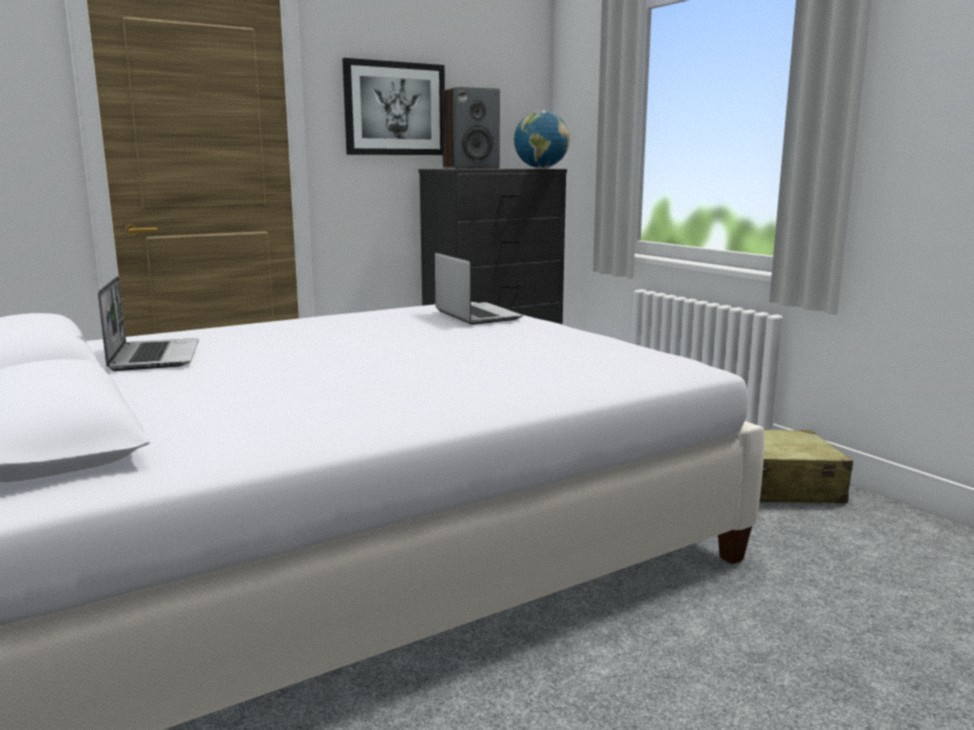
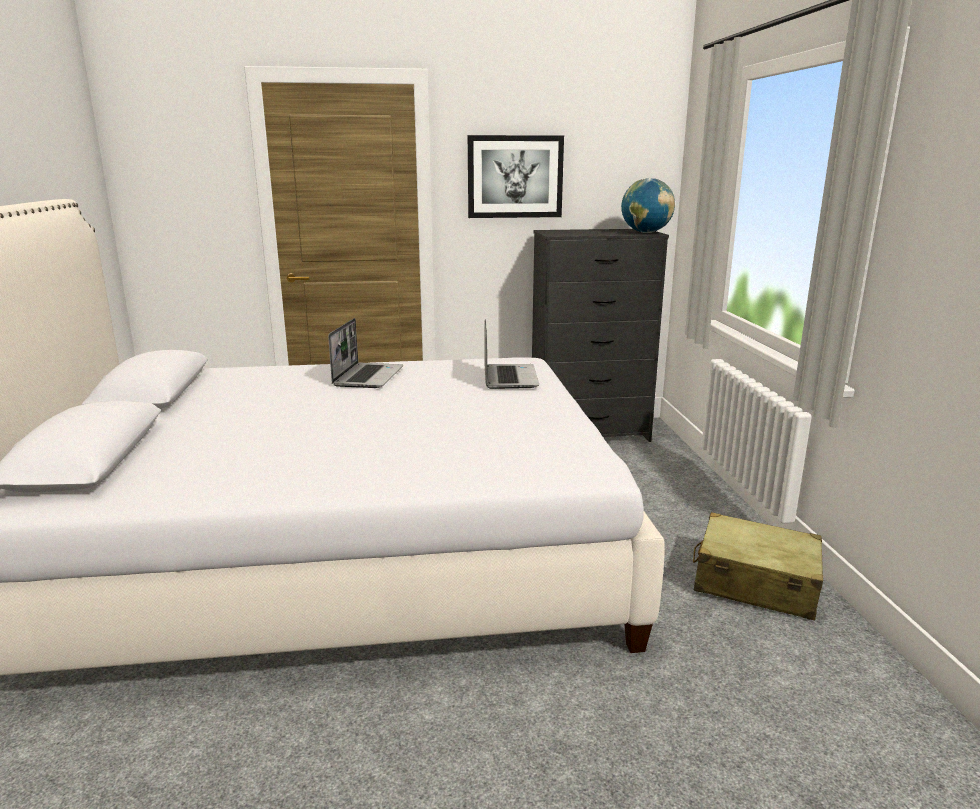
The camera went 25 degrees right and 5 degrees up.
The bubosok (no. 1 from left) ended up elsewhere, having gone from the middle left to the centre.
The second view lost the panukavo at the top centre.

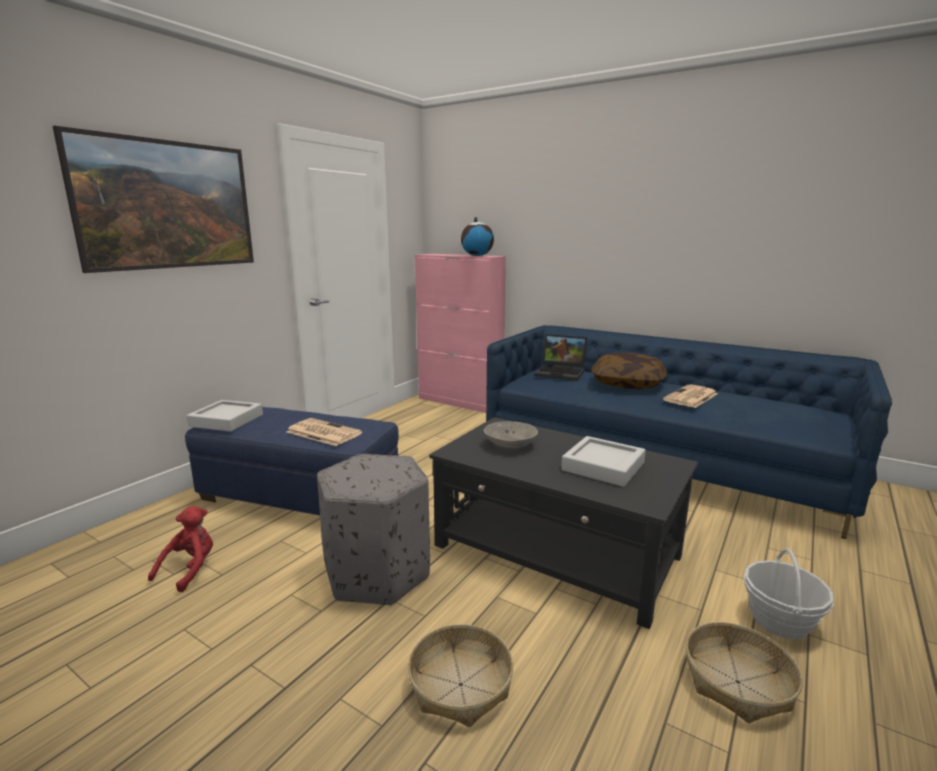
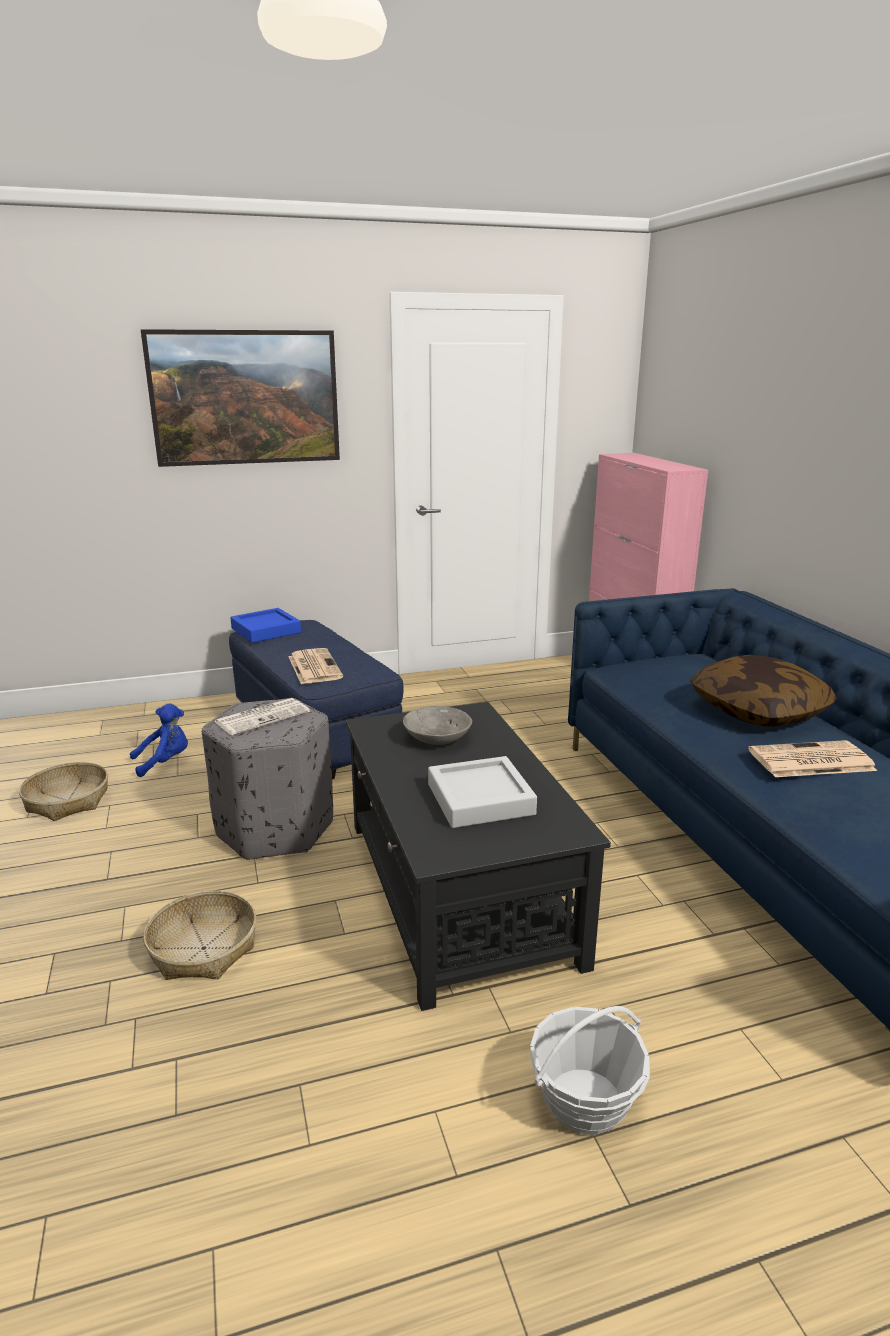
The camera went 40 degrees right and 5 degrees up.
The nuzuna (no. 2 from left in the first image) ended up elsewhere, having gone from the bottom right to the middle left.
What was the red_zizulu at the bottom left turned into the blue_zizulu at the middle left.
The second view gained the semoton (no. 1 from left) at the middle left.
What was the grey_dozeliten (no. 1 from left) at the middle left turned into the blue_dozeliten at the middle left.
The second view lost the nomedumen at the top centre.
The second view lost the bubosok at the centre.

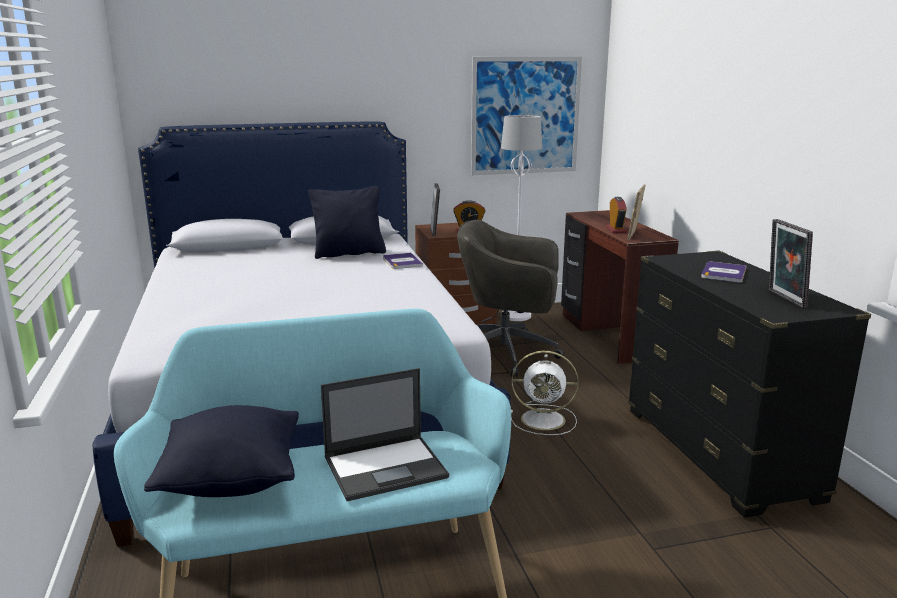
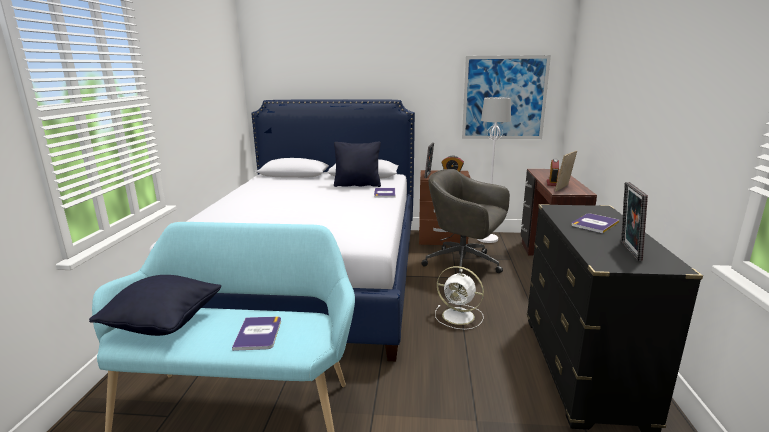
The camera went 20 degrees right and 0 degrees up.
Where the bubosok stood at the bottom centre, the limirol (no. 1 from left) came to stand at the bottom left.

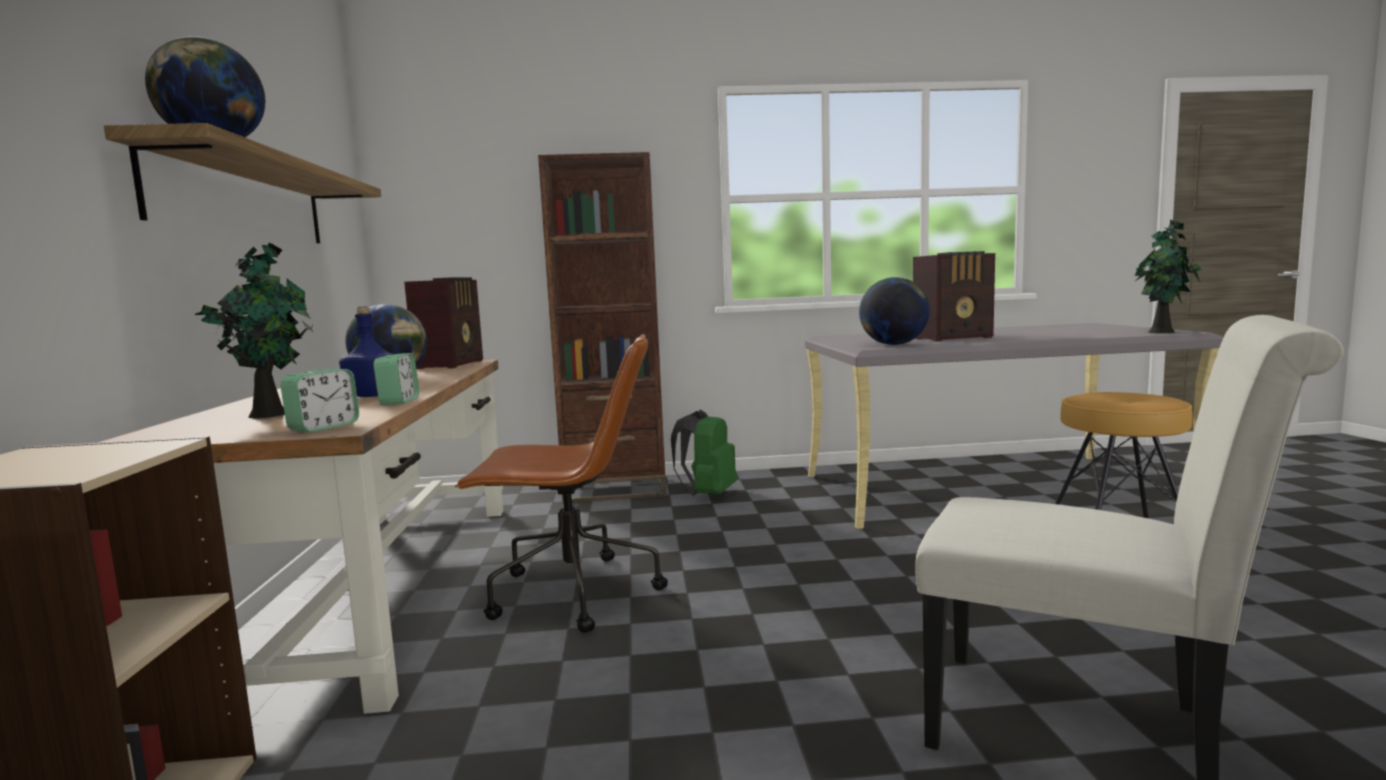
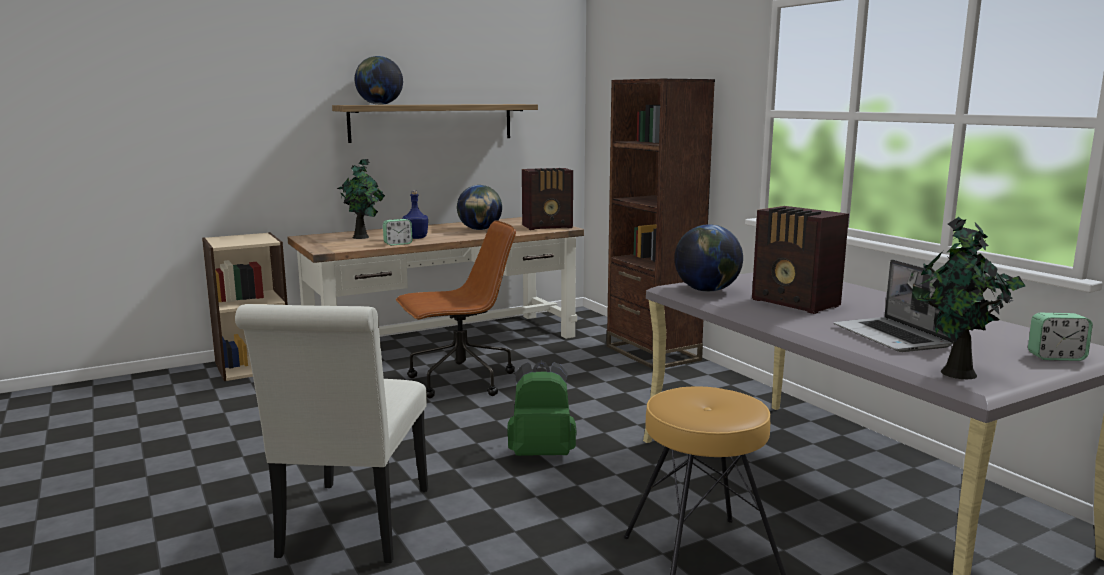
The camera went 65 degrees right and 5 degrees up.
The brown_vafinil at the centre ended up facing another way, 90 degrees counterclockwise from before.
The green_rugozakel ended up elsewhere, having gone from the centre to the bottom centre.
The second view gained the bubosok at the middle right.
The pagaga (no. 1 from left in the first image) ended up elsewhere, having gone from the middle left to the middle right.

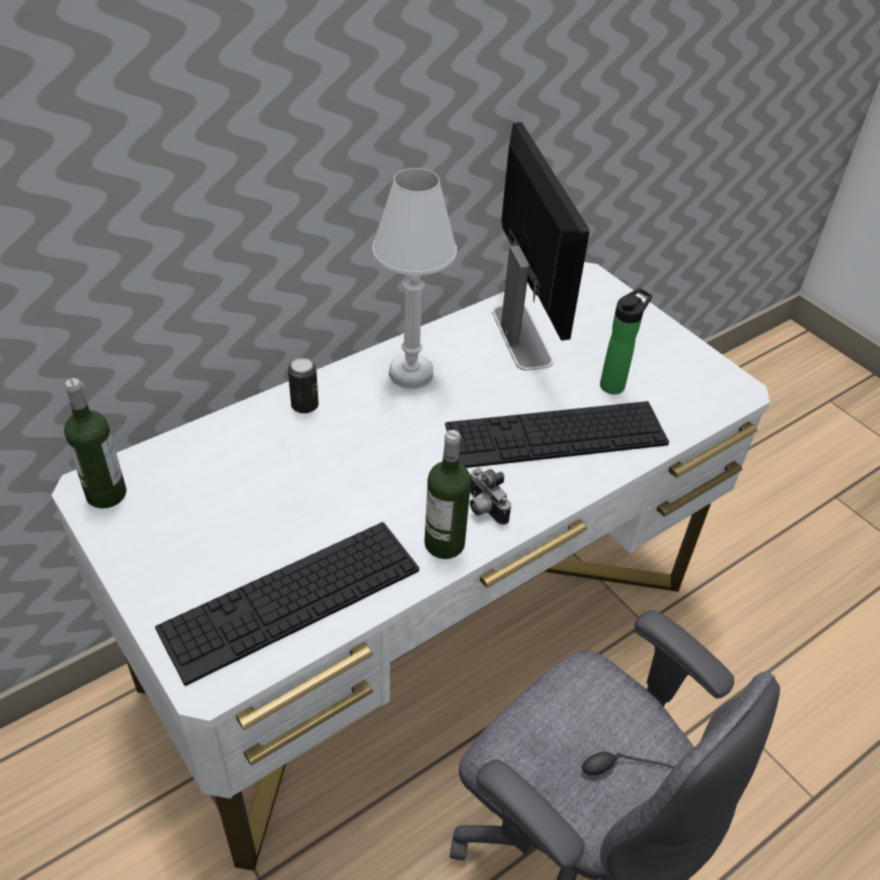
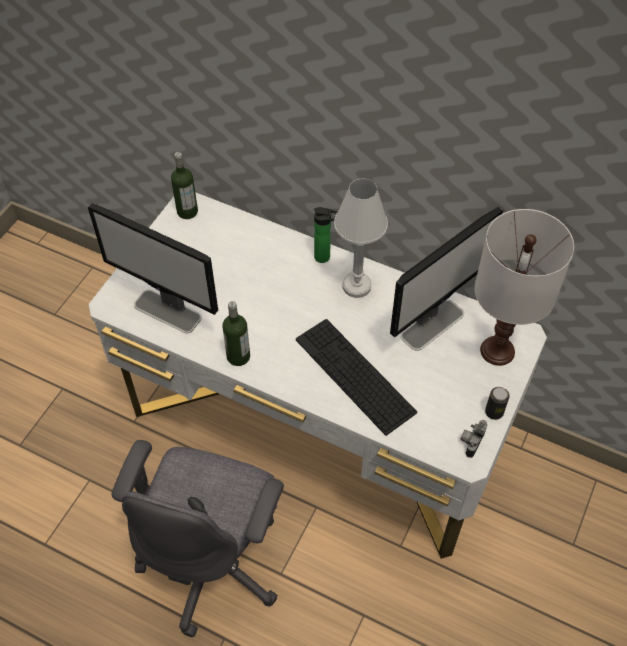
The camera went 65 degrees right and 10 degrees up.
Where the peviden (no. 1 from left) stood at the bottom left, the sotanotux (no. 1 from left) came to stand at the middle left.
The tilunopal (no. 3 from left) ended up elsewhere, having gone from the middle right to the centre.
The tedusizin ended up elsewhere, having gone from the centre to the bottom right.
The second view gained the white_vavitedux (no. 2 from left) at the middle right.
The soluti ended up elsewhere, having gone from the centre to the middle right.

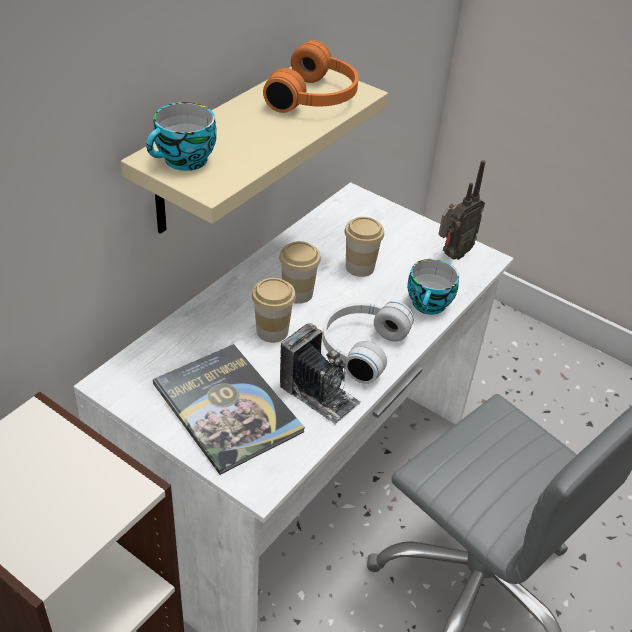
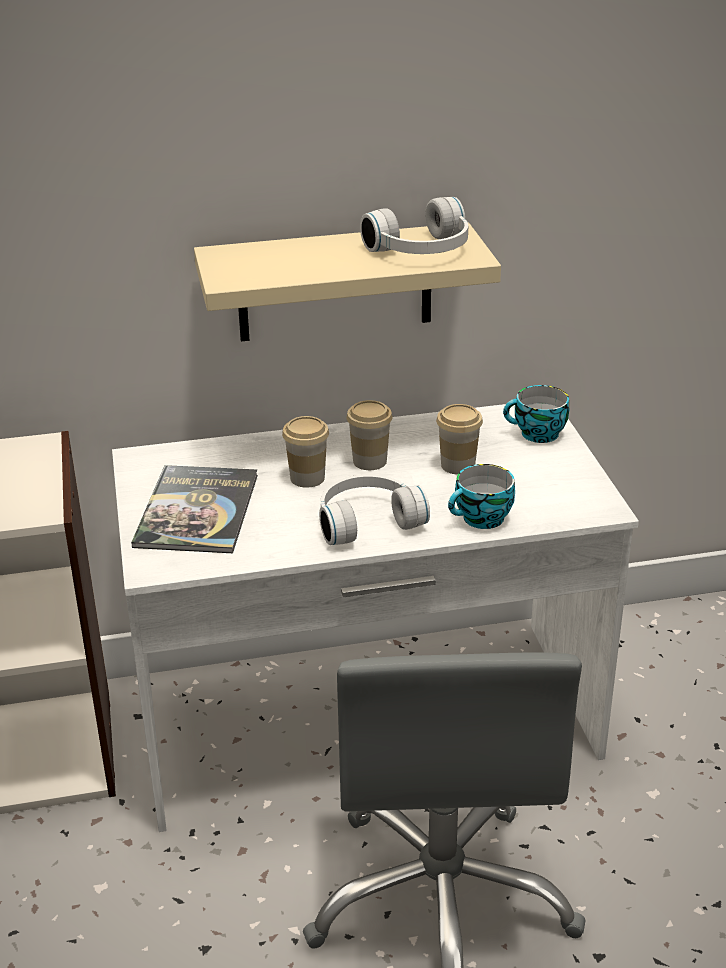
The camera went 45 degrees right and 10 degrees down.
What was the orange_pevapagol at the top centre turned into the white_pevapagol (no. 2 from left) at the top centre.
The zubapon (no. 1 from left in the first image) ended up elsewhere, having gone from the top left to the middle right.
The second view lost the tedusizin at the centre.
The second view lost the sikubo at the top right.

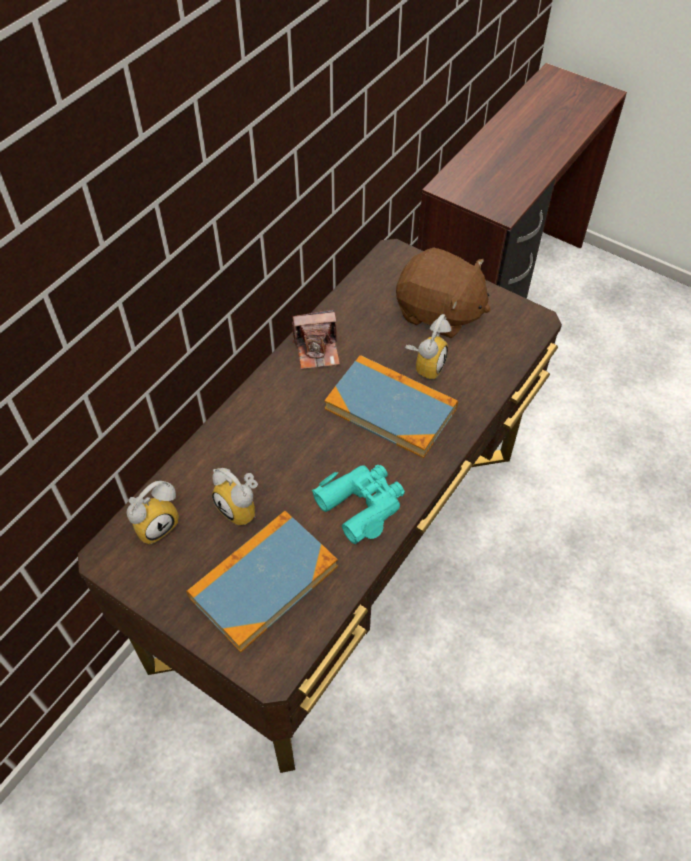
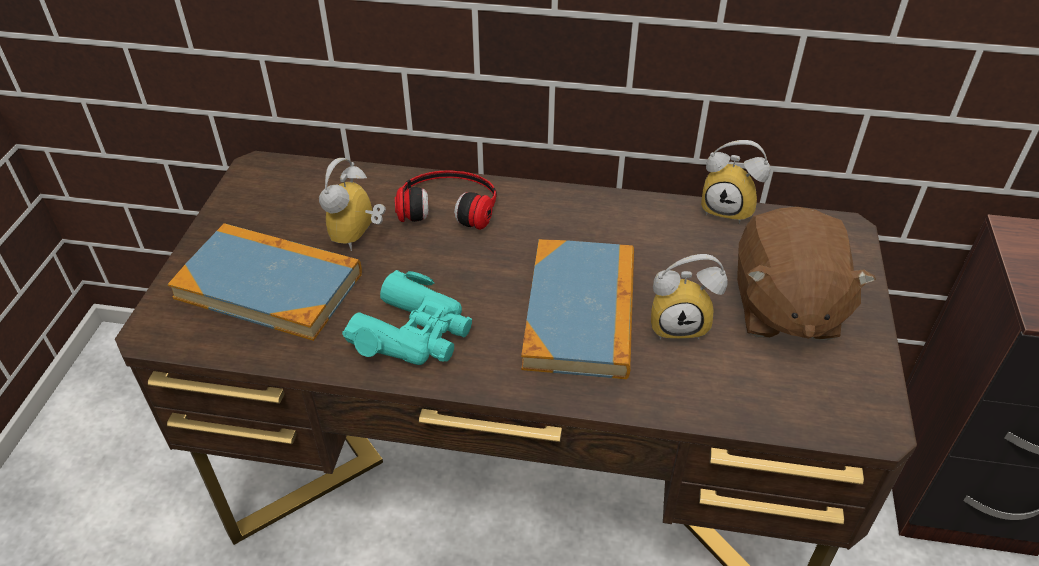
The camera went 65 degrees right and 10 degrees down.
The second view gained the pevapagol at the centre.
The pagaga (no. 1 from left in the first image) ended up elsewhere, having gone from the middle left to the top right.
The second view lost the tedusizin at the centre.

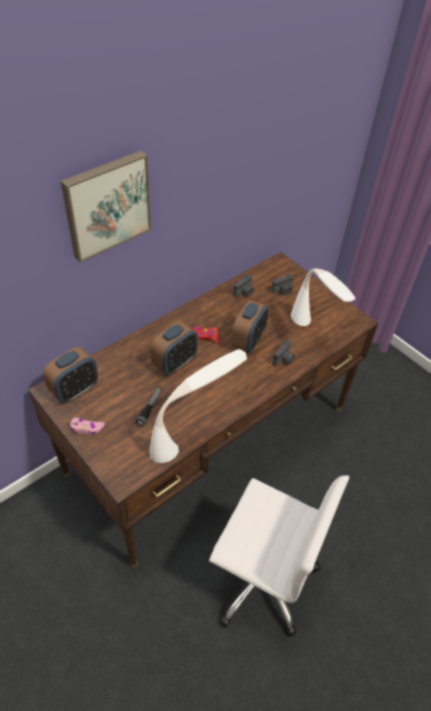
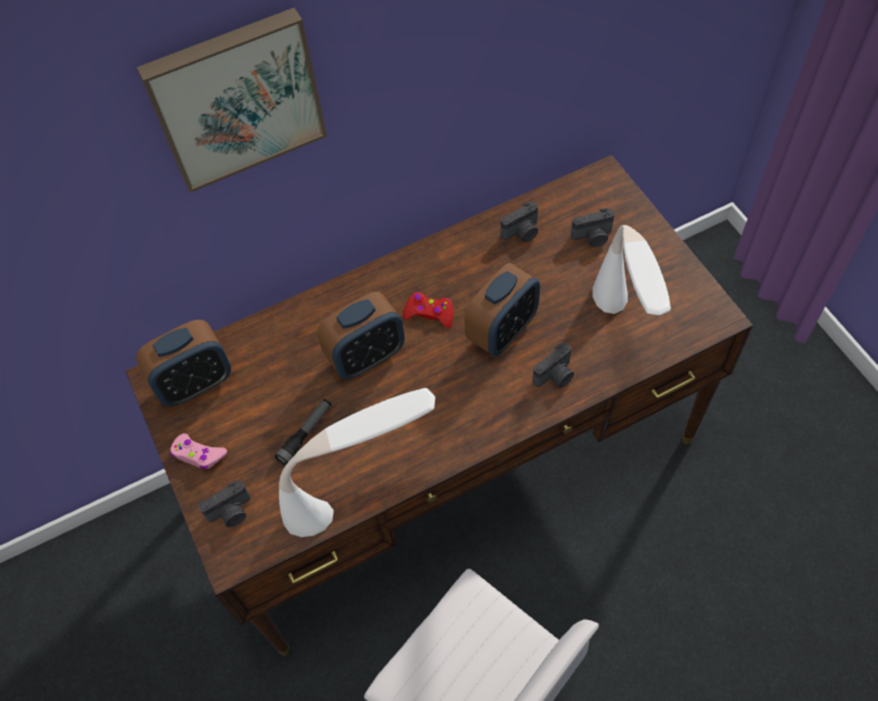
The camera went 20 degrees right and 10 degrees up.
The second view gained the tedusizin (no. 1 from left) at the bottom left.

